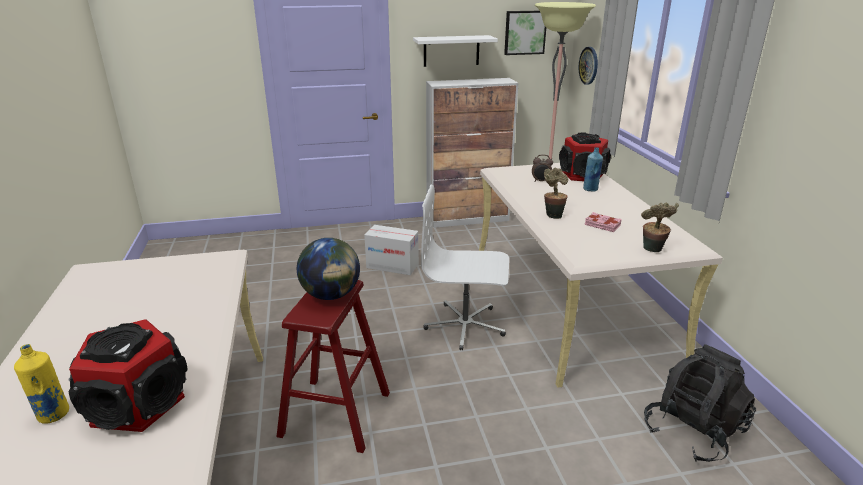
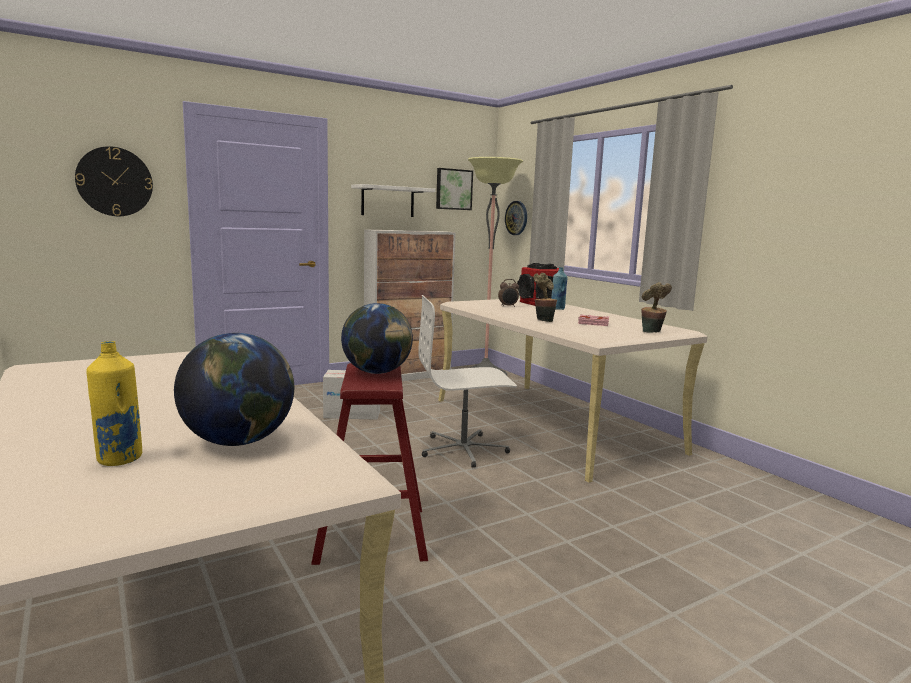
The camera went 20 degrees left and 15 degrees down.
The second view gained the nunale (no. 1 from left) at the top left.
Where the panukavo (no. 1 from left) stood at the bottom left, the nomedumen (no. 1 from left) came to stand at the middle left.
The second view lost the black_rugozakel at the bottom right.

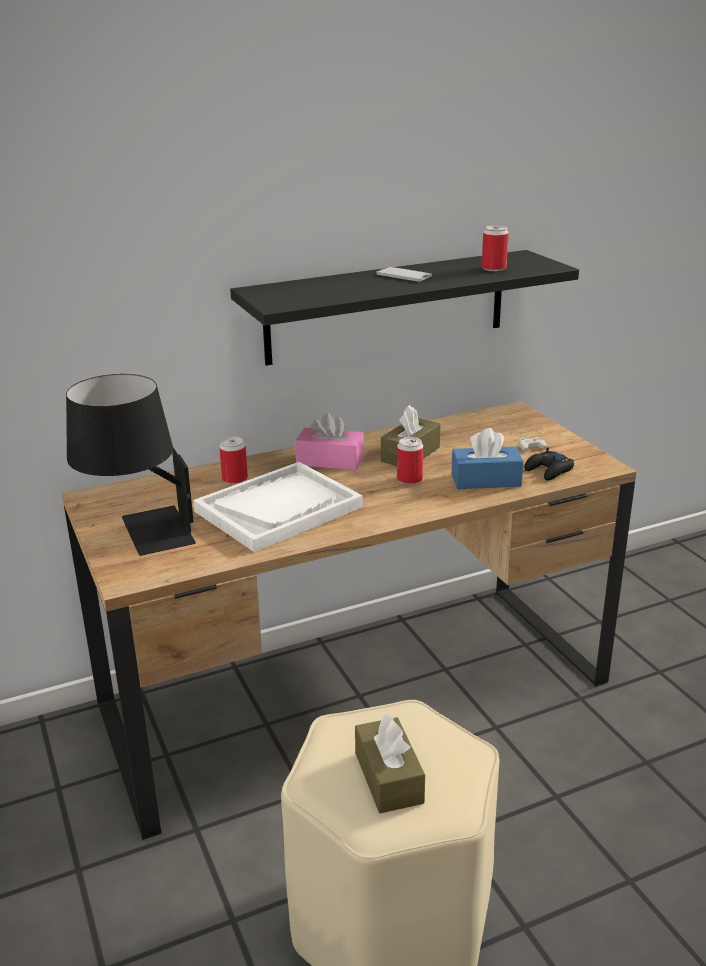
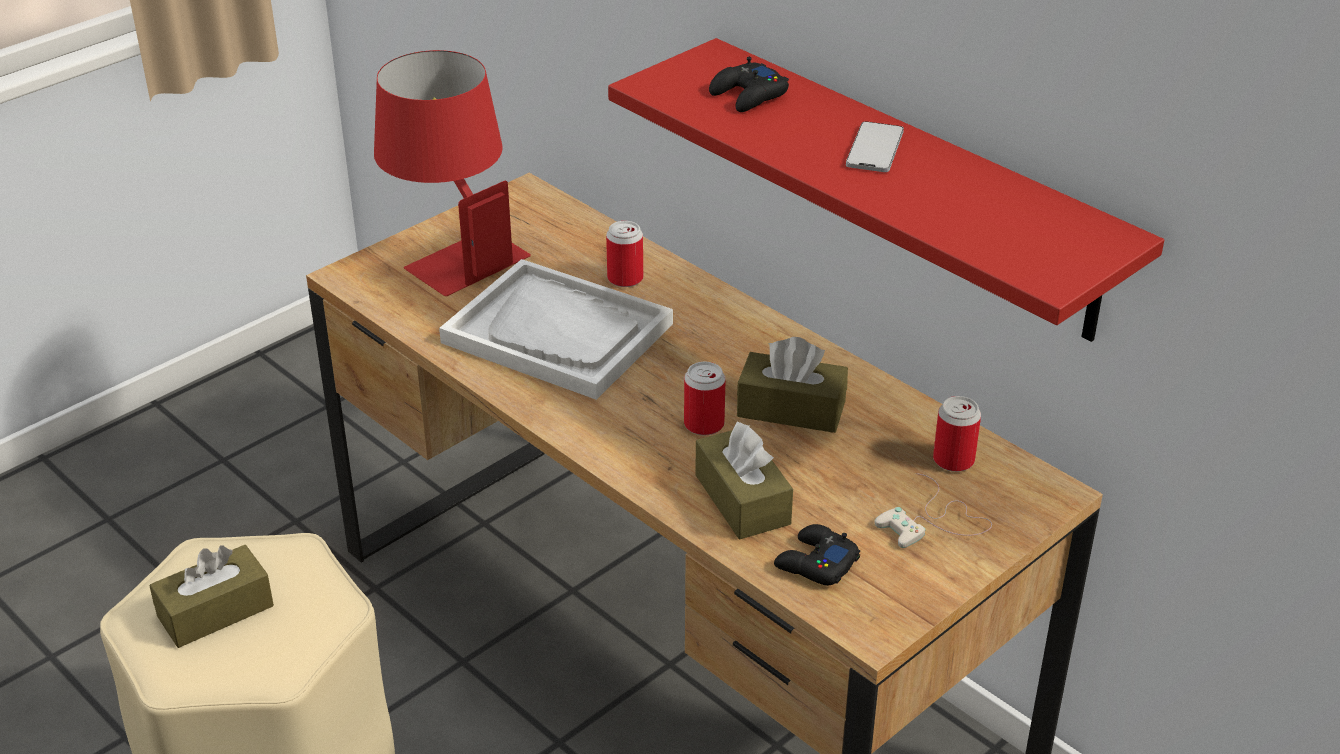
The camera went 70 degrees right and 10 degrees up.
What was the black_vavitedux at the middle left turned into the red_vavitedux at the top centre.
What was the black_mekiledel at the top centre turned into the red_mekiledel at the top centre.
What was the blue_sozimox at the middle right turned into the brown_sozimox (no. 2 from left) at the centre.
The second view gained the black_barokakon (no. 1 from left) at the top centre.
The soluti (no. 3 from left) ended up elsewhere, having gone from the top right to the middle right.
The second view lost the pink_sozimox at the centre.

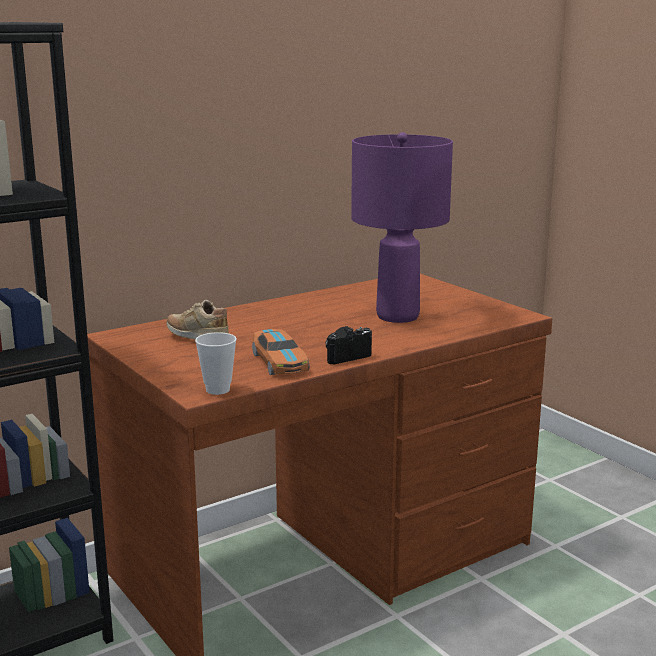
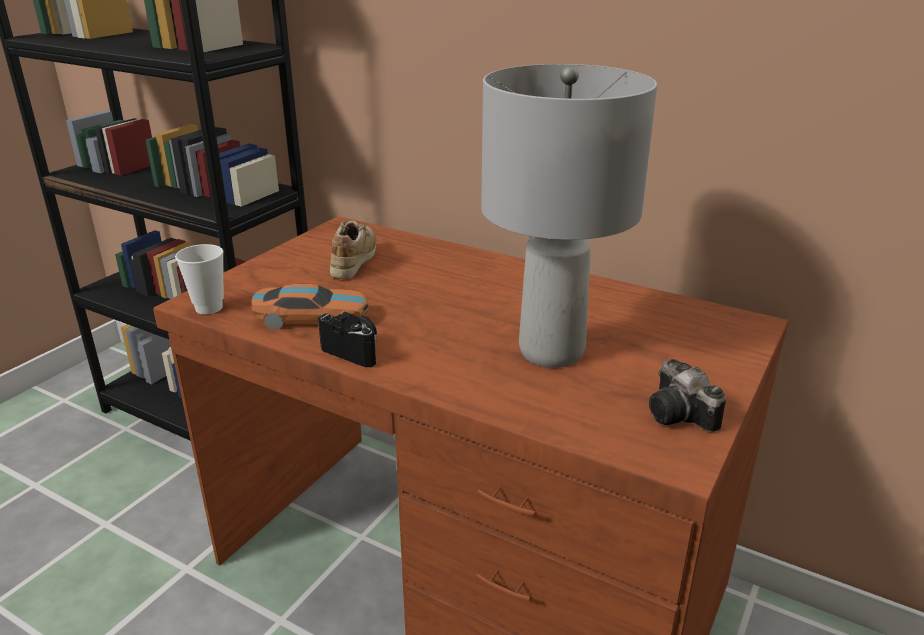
The camera went 65 degrees right and 10 degrees up.
The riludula at the centre ended up facing another way, 135 degrees counterclockwise from before.
What was the purple_vavitedux at the centre turned into the grey_vavitedux at the centre.
The second view gained the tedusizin (no. 2 from left) at the middle right.

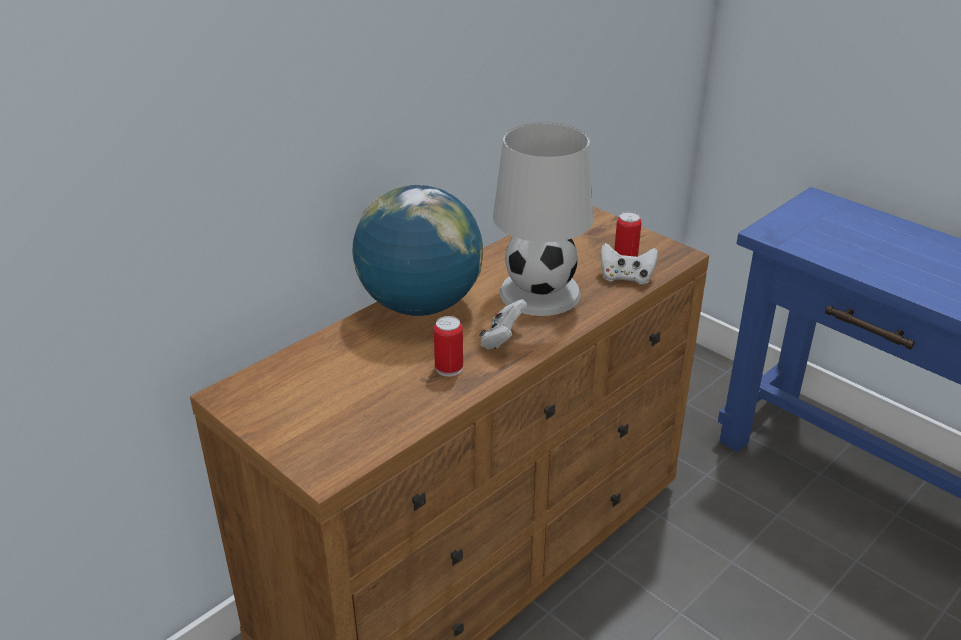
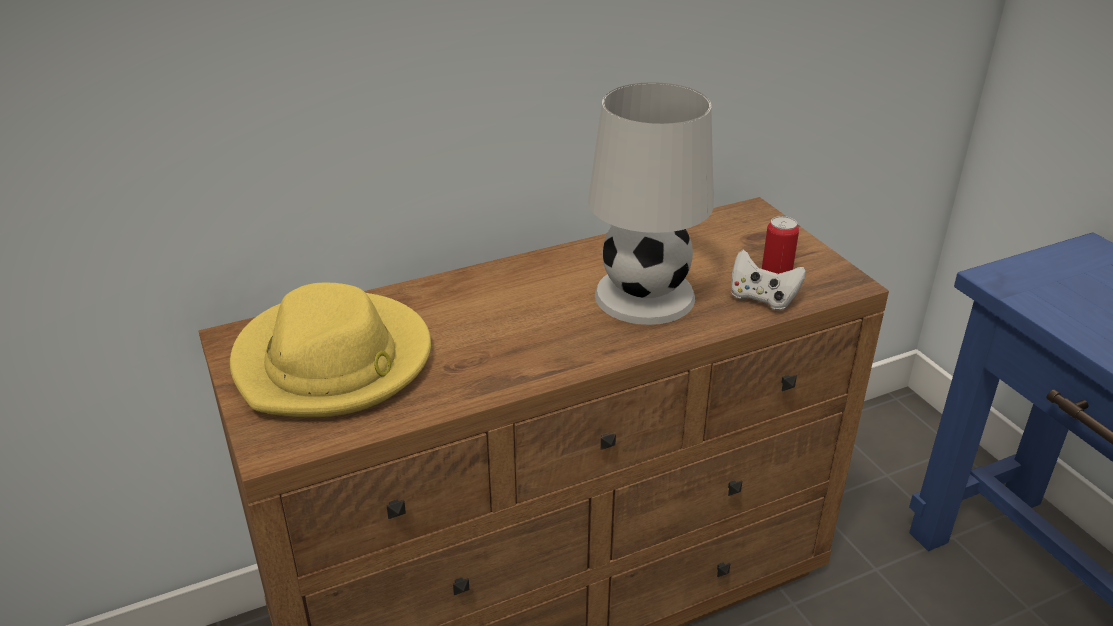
The camera went 20 degrees right and 0 degrees up.
The second view gained the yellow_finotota at the middle left.
The second view lost the nomedumen at the centre.
The second view lost the soluti (no. 1 from left) at the centre.
The second view lost the white_barokakon (no. 1 from left) at the centre.

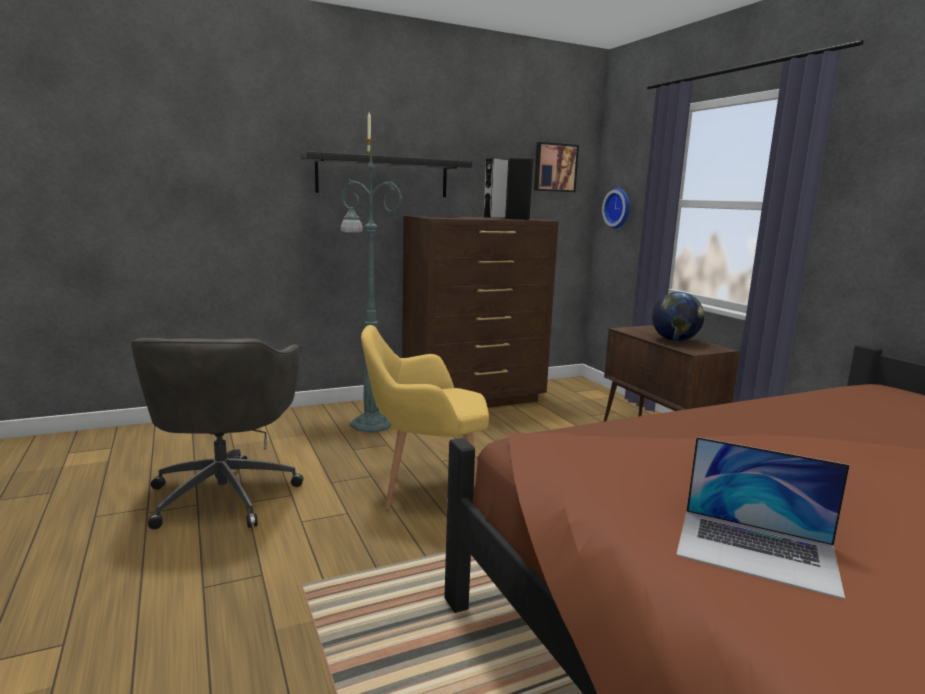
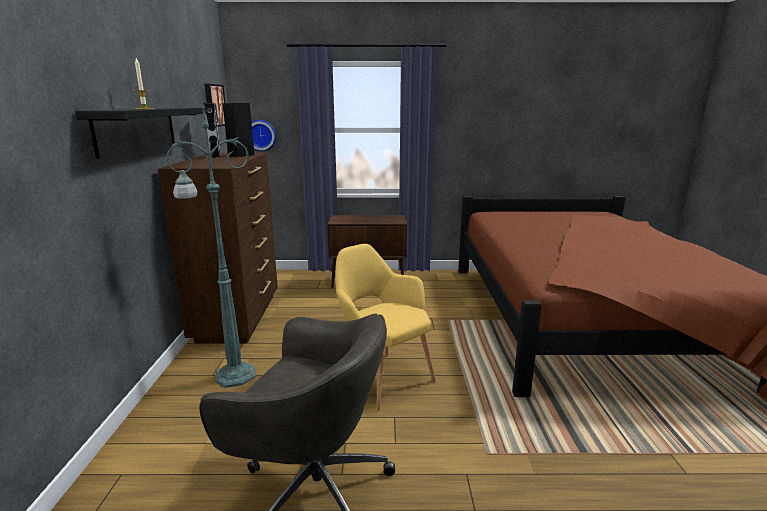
The camera went 65 degrees left and 5 degrees up.
The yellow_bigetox at the centre ended up facing another way, 120 degrees clockwise from before.
The second view lost the nomedumen at the middle right.
The second view lost the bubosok at the bottom right.

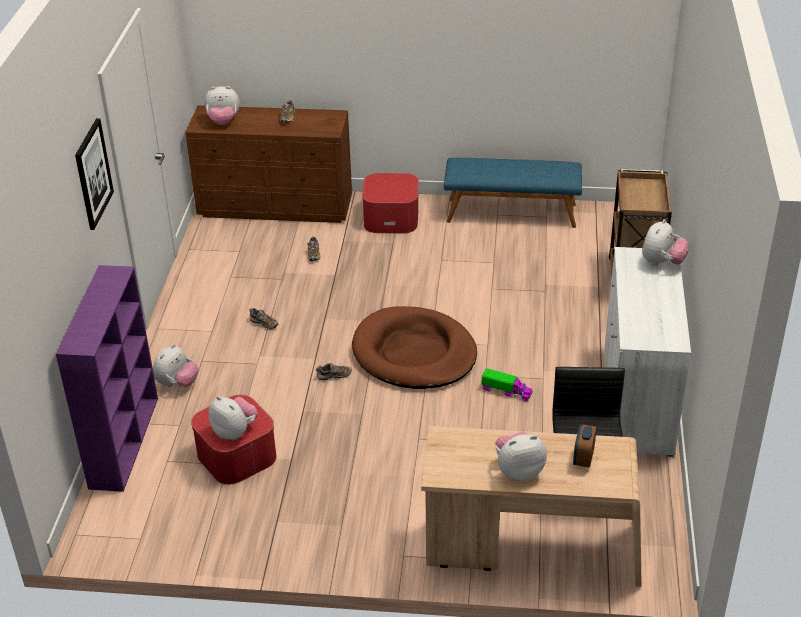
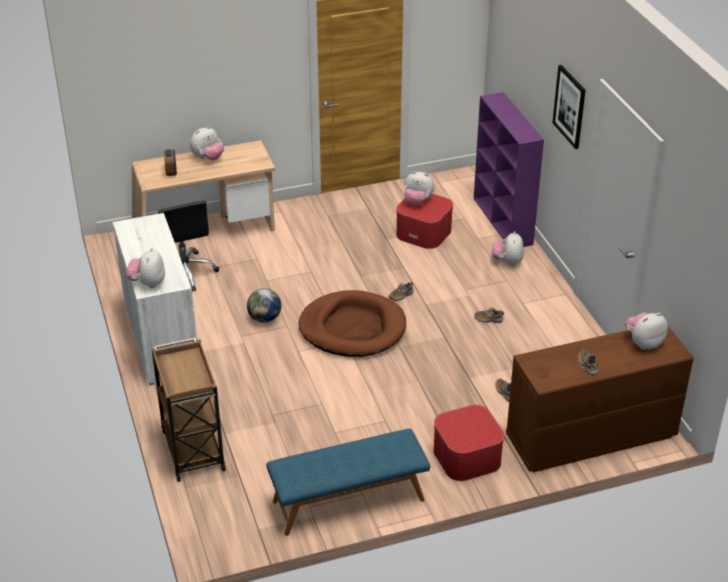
The camera went 155 degrees right and 0 degrees up.
Where the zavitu stood at the centre, the nomedumen came to stand at the centre.

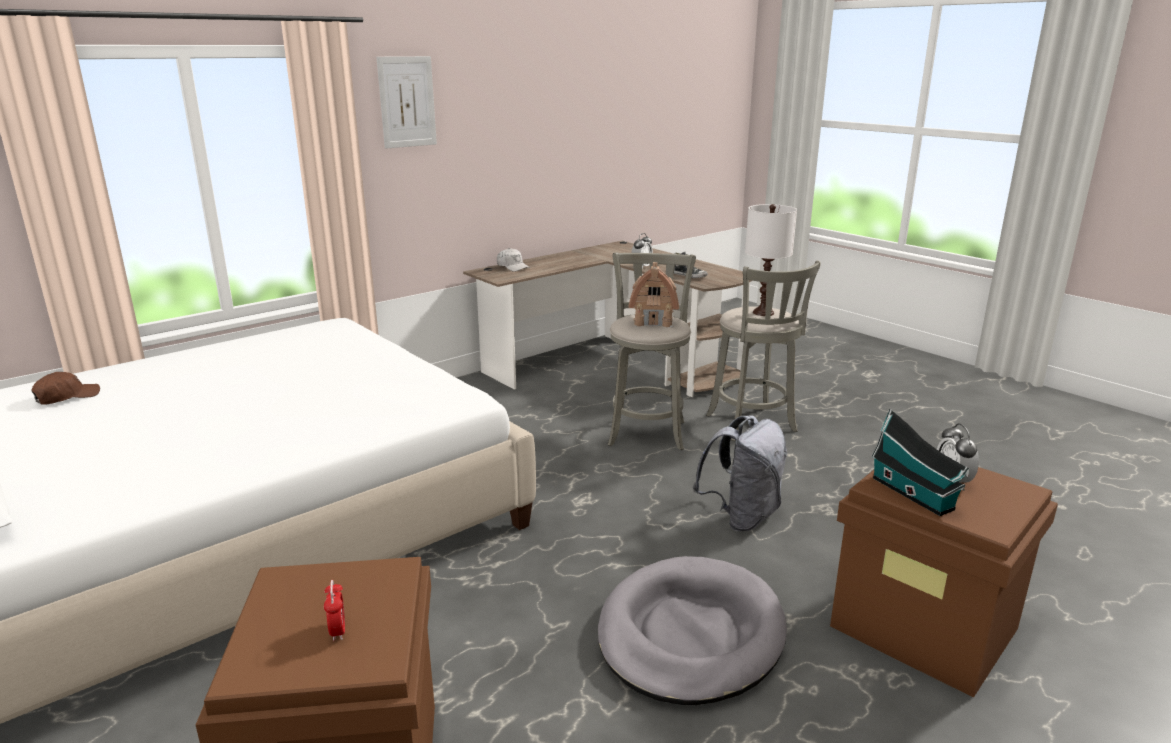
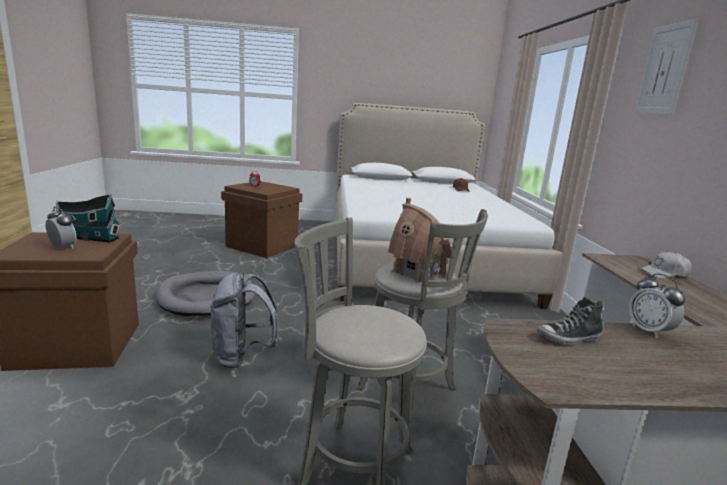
The camera went 125 degrees right and 5 degrees down.
The second view lost the white_vavitedux at the centre.

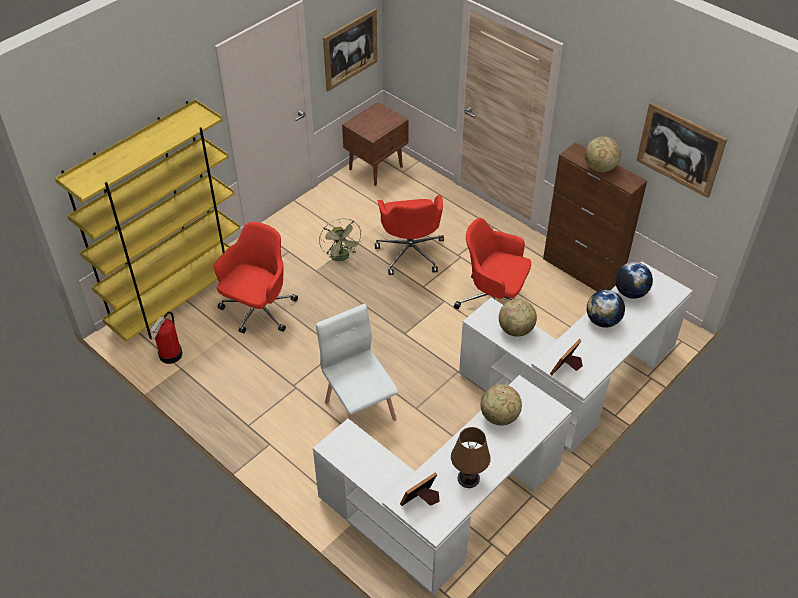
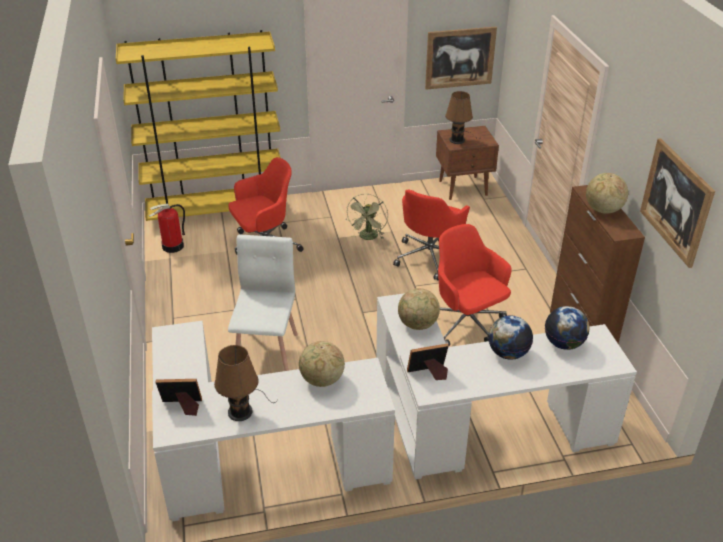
The camera went 35 degrees right and 10 degrees down.
The second view gained the brown_vavitedux (no. 2 from left) at the top centre.

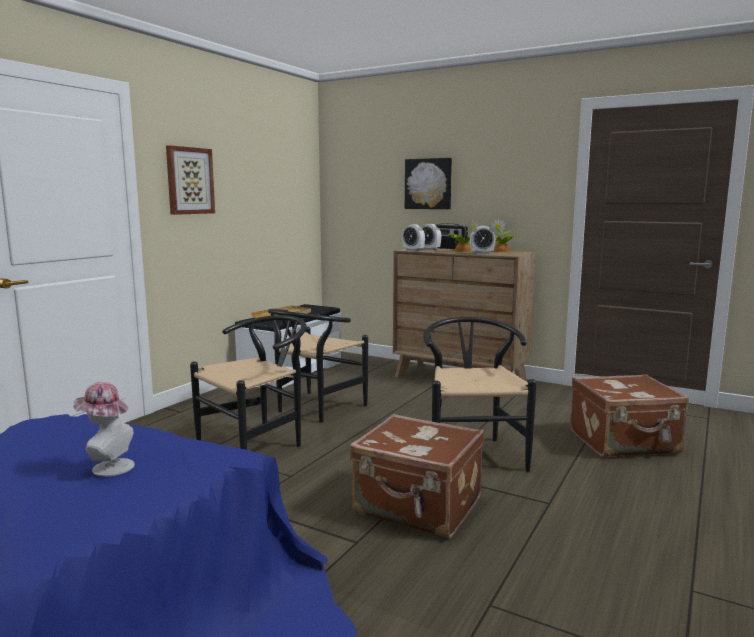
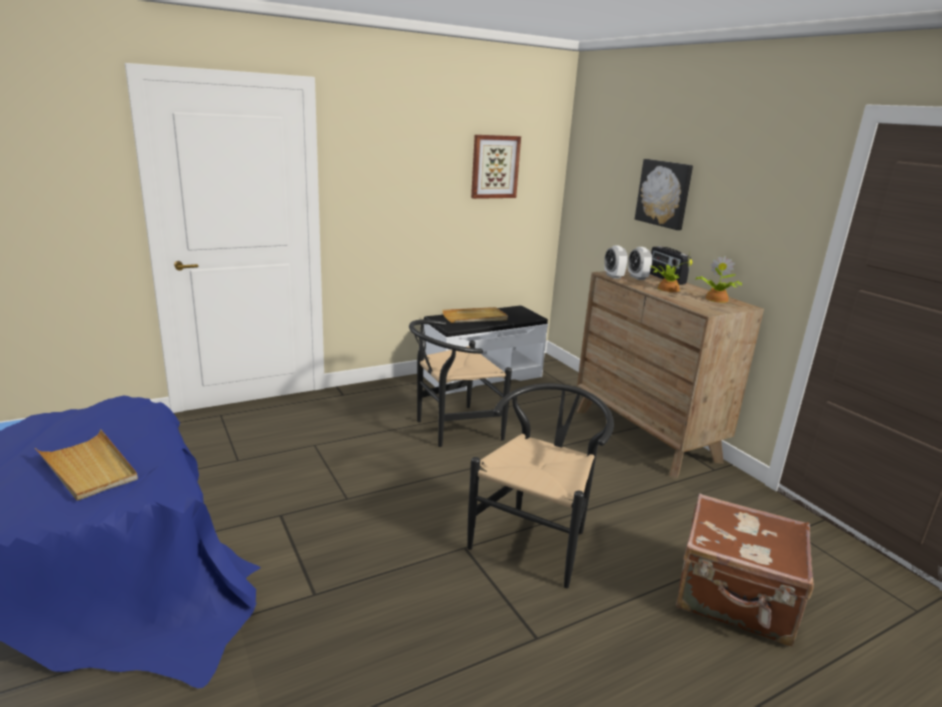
The camera went 30 degrees right and 10 degrees up.
Where the finotota stood at the bottom left, the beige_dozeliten (no. 1 from left) came to stand at the middle left.
The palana (no. 1 from left) ended up elsewhere, having gone from the top left to the top centre.
The second view lost the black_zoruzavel (no. 1 from left) at the middle left.
The second view lost the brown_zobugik (no. 1 from left) at the bottom centre.
The second view lost the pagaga (no. 3 from left) at the centre.

